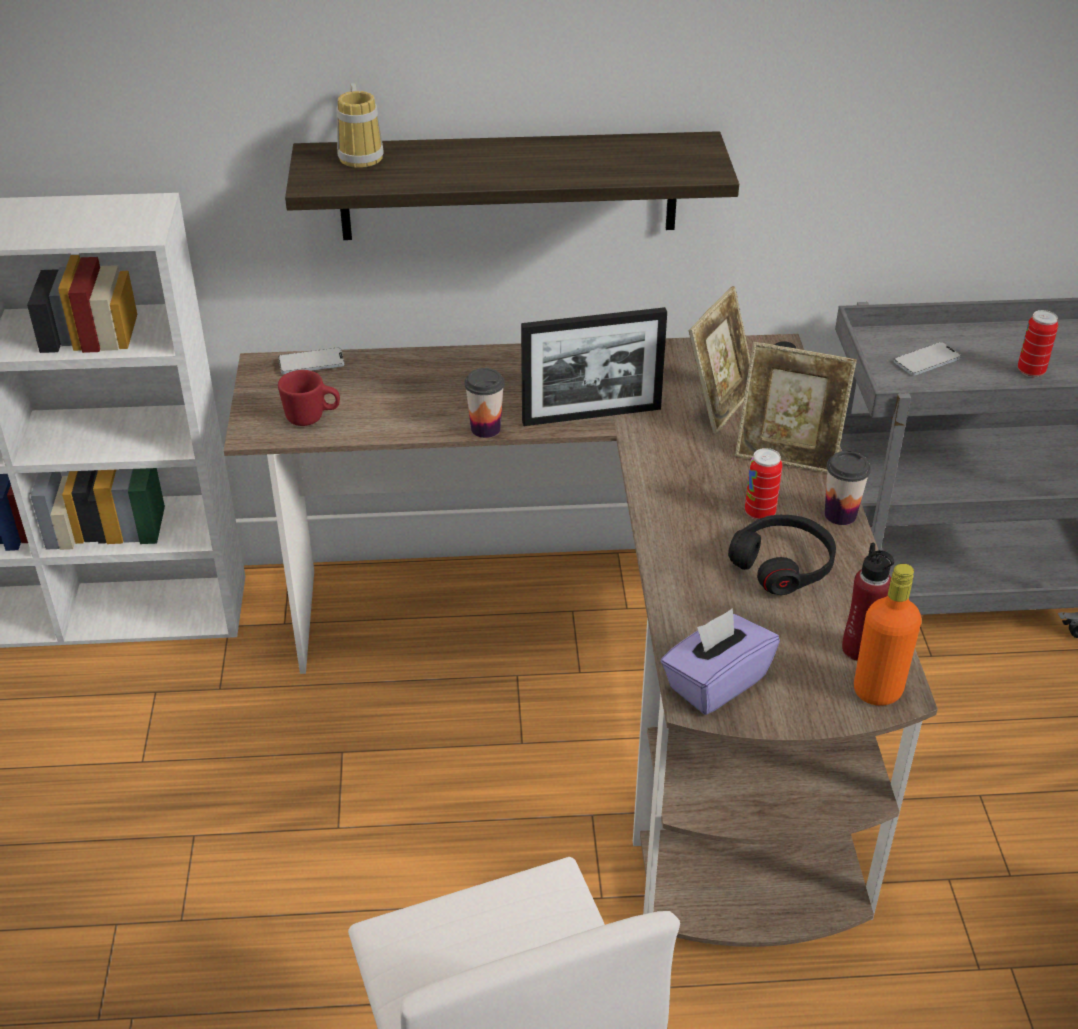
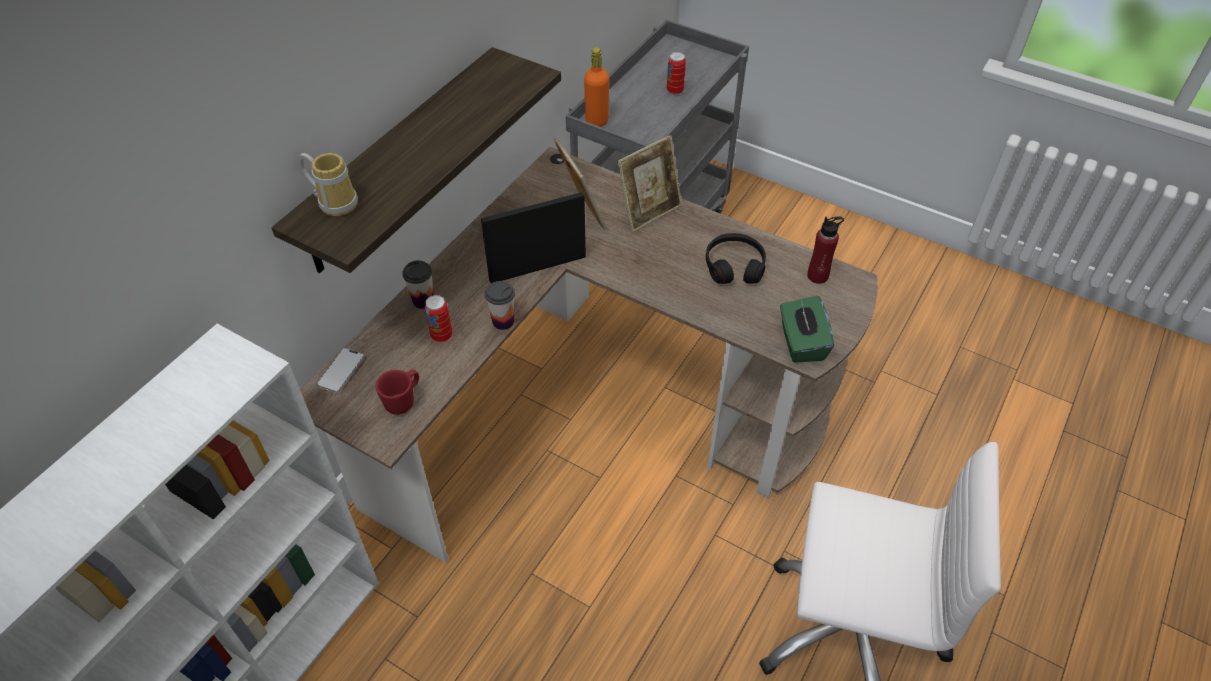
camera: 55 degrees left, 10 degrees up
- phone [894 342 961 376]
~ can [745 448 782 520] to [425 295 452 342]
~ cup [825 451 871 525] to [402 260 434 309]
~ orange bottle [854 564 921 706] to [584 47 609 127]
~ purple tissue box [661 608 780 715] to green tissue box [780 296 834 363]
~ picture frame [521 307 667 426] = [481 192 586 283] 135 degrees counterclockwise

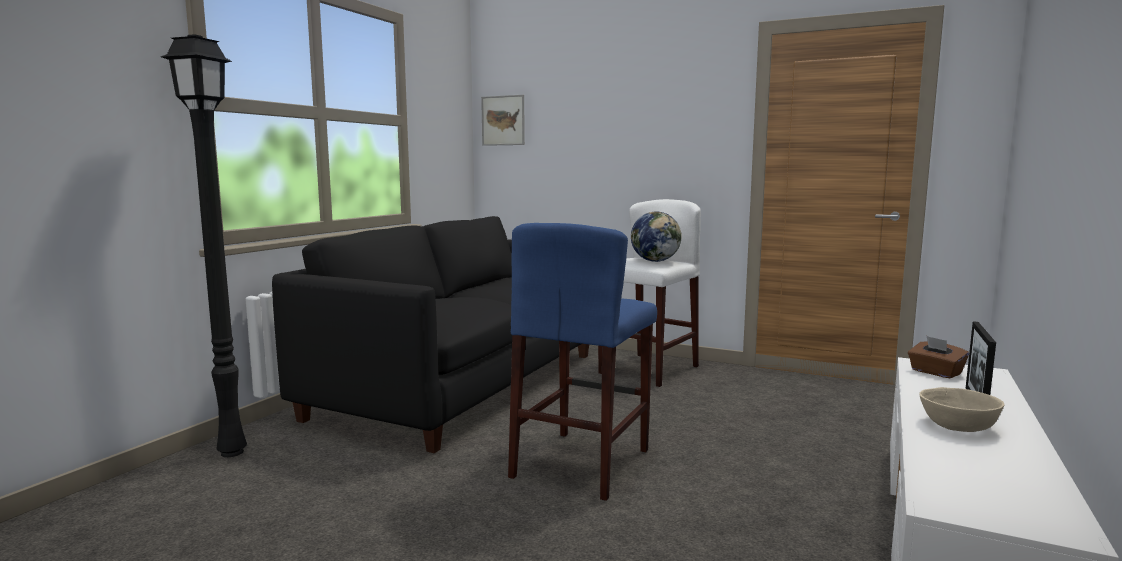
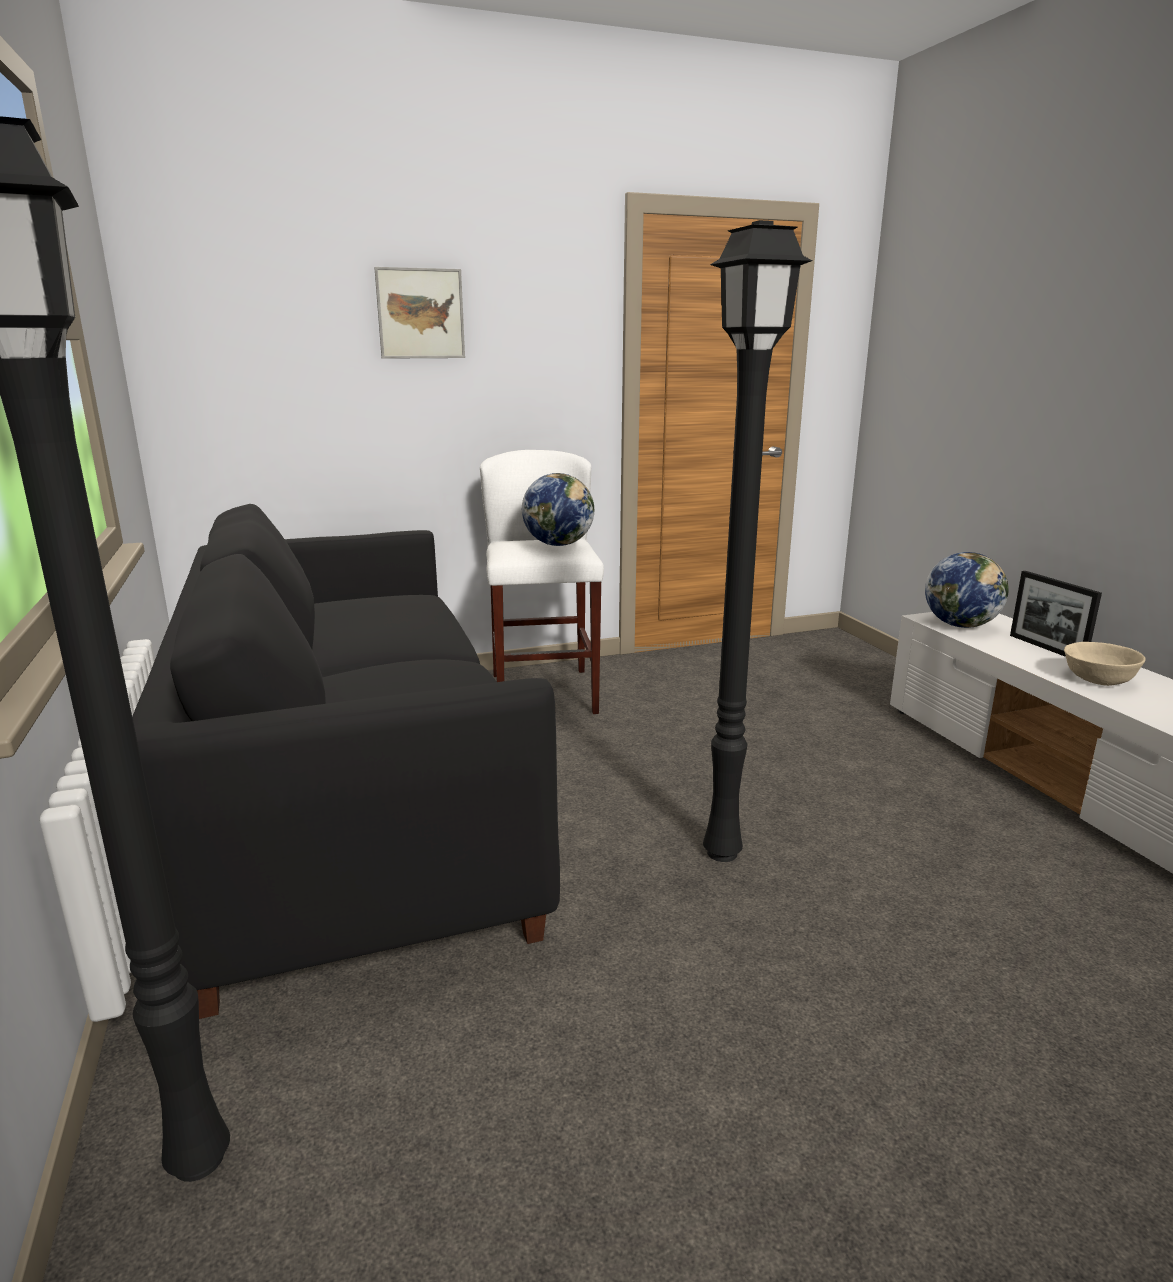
camera: 45 degrees left, 10 degrees up
~ picture [481 95 525 146] to [374 267 465 359]
~ blue stool [508 223 657 501] to black floor lamp [703 220 813 862]
~ brown tissue box [908 336 969 378] to globe [925 552 1009 628]

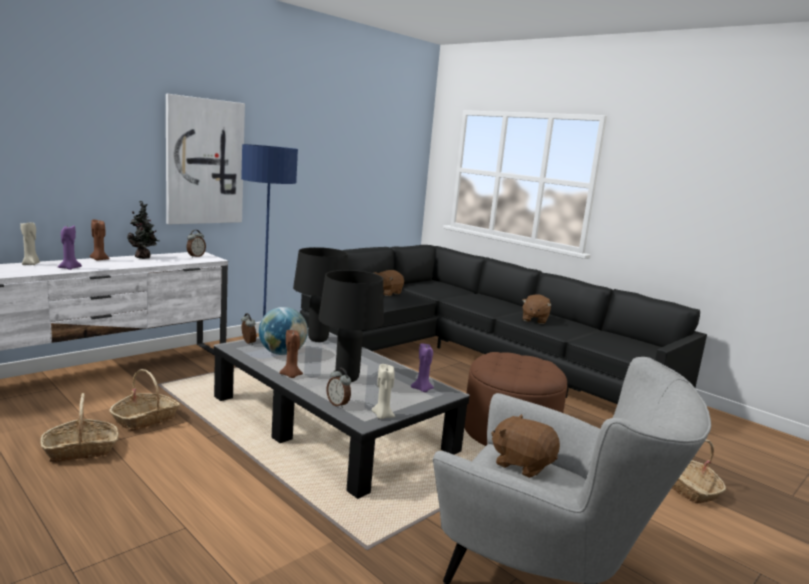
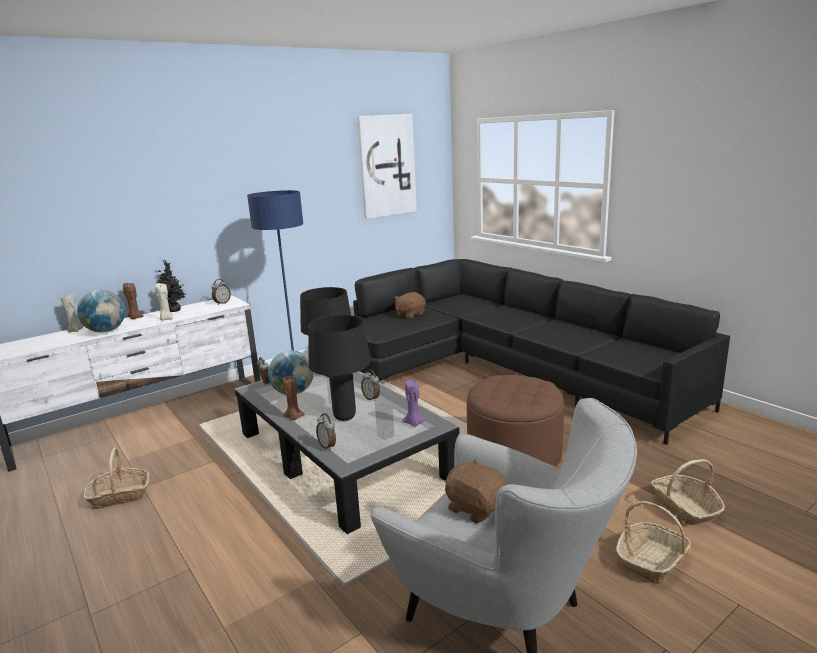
camera: 10 degrees right, 5 degrees up
- brown plush toy [522 294 551 324]
+ alarm clock [361 370 380 401]
~ basket [110 369 180 432] to [616 501 691 584]
~ picture [166 94 245 224] to [357 114 417 219]
~ beige candle [372 364 395 419] to [155 283 173 321]
~ purple candle [58 225 82 270] to globe [77 290 125 333]

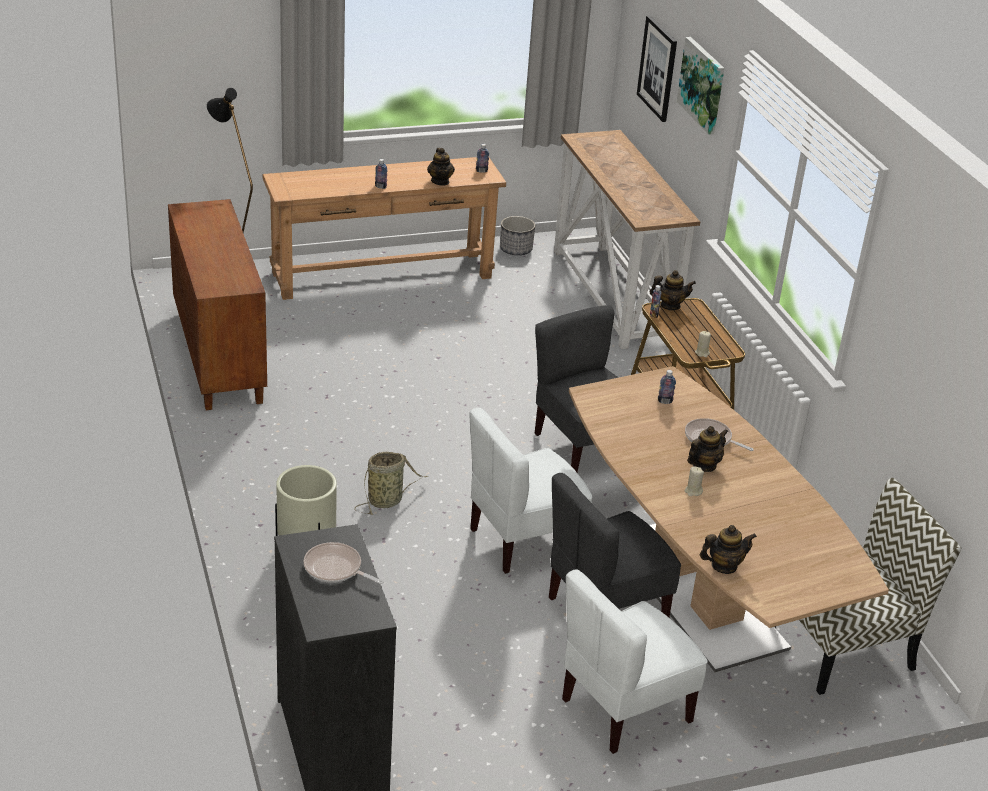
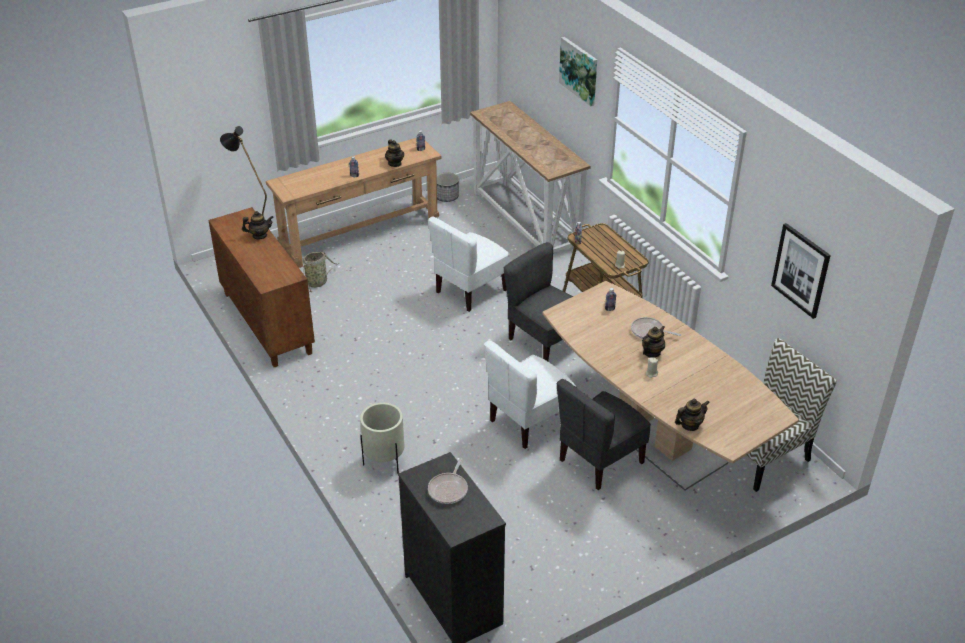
camera: 10 degrees left, 5 degrees up
~ basket [354 452 429 515] to [303 252 340 292]
~ white chair [562 569 708 754] to [428 216 510 312]
~ picture [637 16 677 122] to [771 223 831 319]
~ teapot [650 270 696 310] to [242 211 274 240]
~ frying pan [304 542 383 584] = [428 458 468 504] 90 degrees counterclockwise

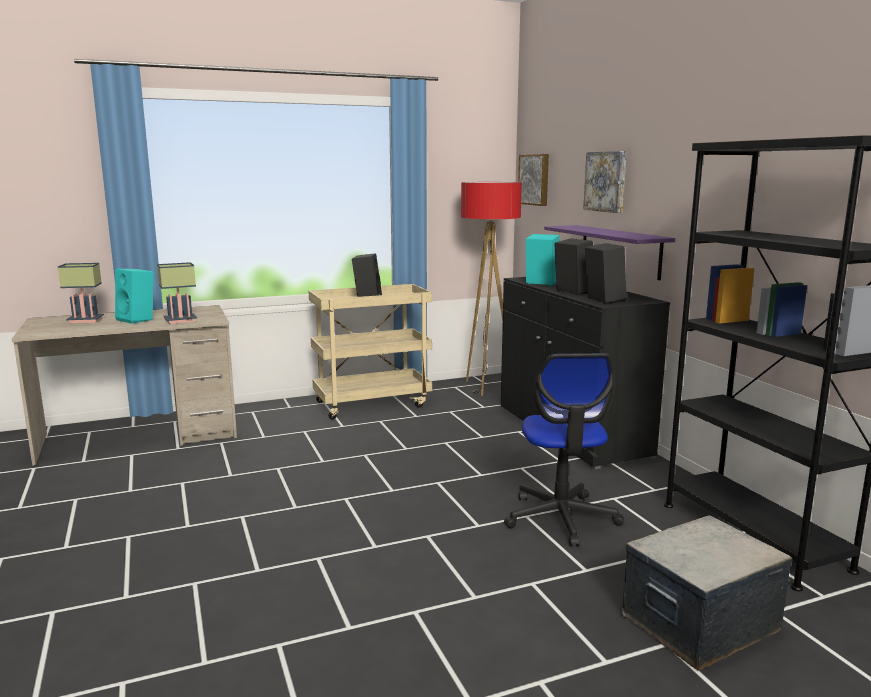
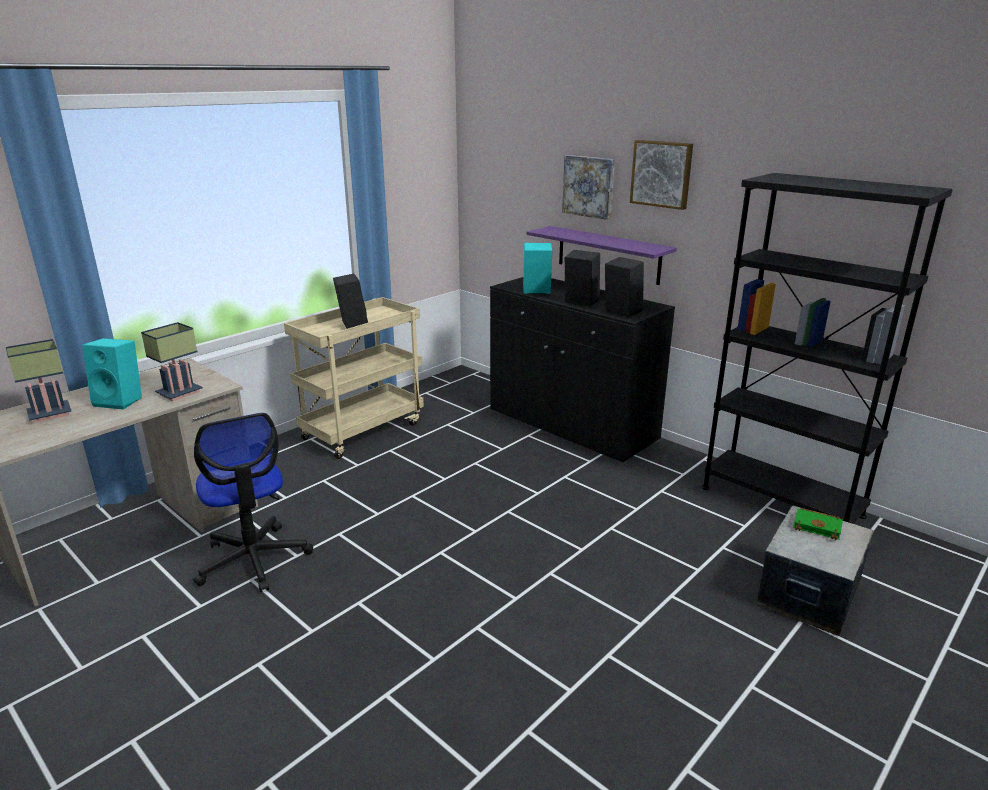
camera: 25 degrees left, 10 degrees up
- floor lamp [461 182 522 396]
+ green book [793 508 843 540]
~ office chair [504 353 624 547] to [193 413 313 592]
~ picture [518 154 549 206] to [630 140 693 210]

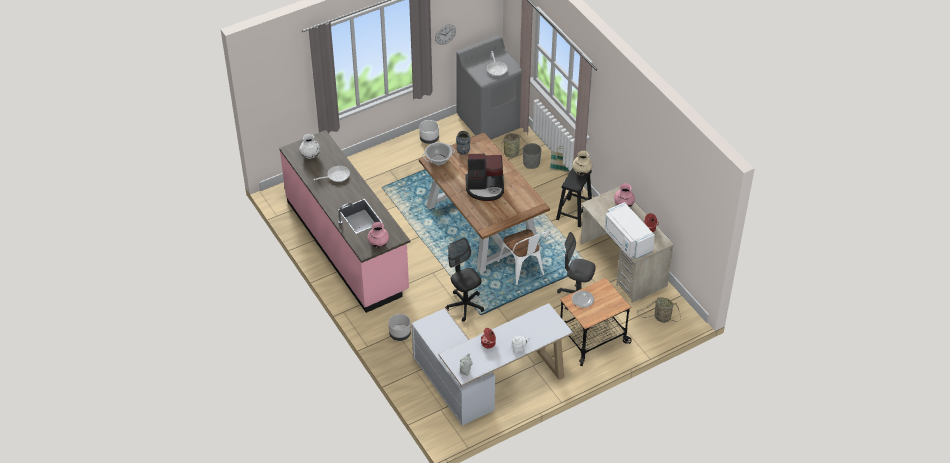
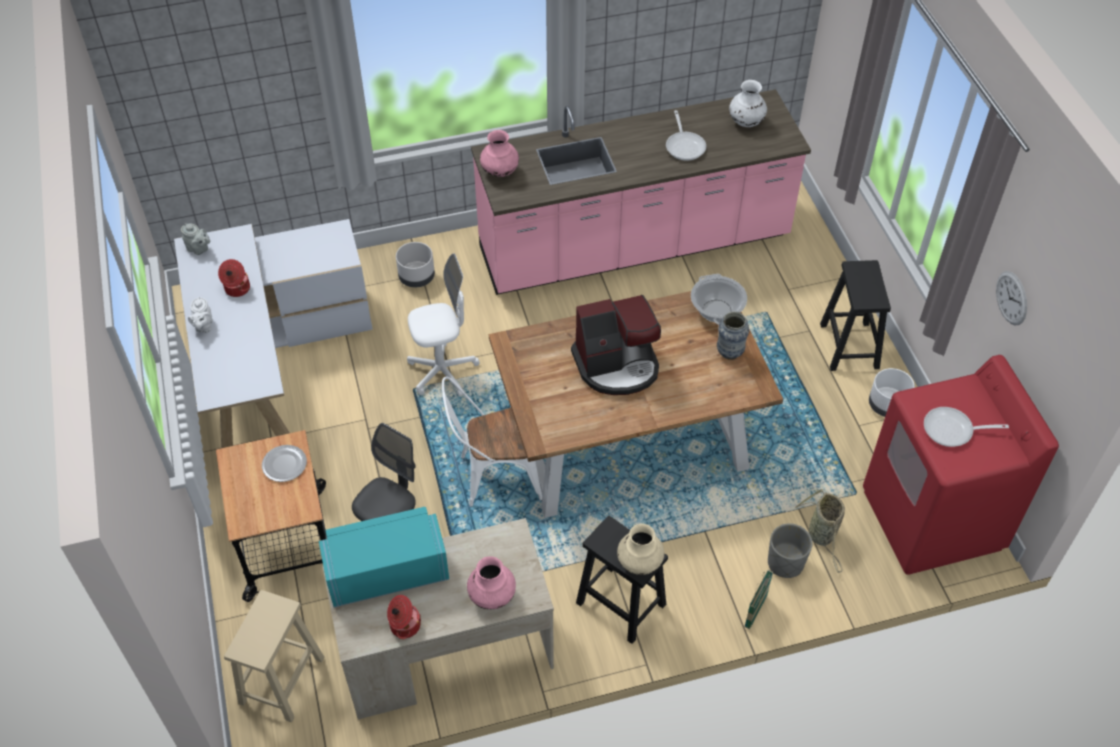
camera: 105 degrees right, 5 degrees up
+ black stool [820 260 891 371]
~ basket [637 297 681 323] to beige stool [224 590 324 723]
~ black office chair [445 237 484 322] to white office chair [407 253 480 397]
~ grey washing machine [456 36 521 140] to red washing machine [863 355 1059 575]
~ white microwave [604 202 655 259] to turquoise microwave [319 507 449 607]
~ coffee machine [465 154 504 201] = [571 295 661 395] 120 degrees counterclockwise

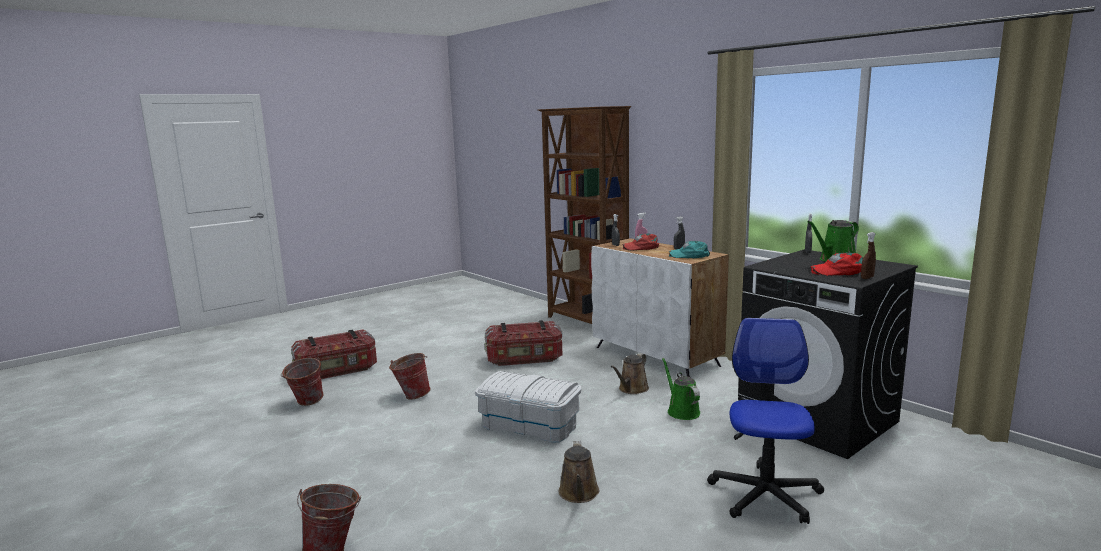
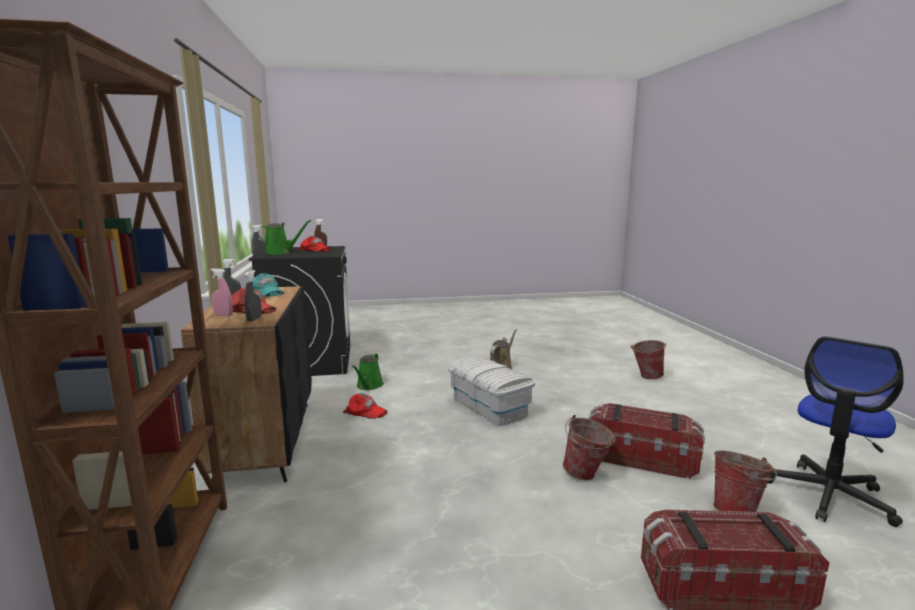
camera: 150 degrees left, 0 degrees up
~ storage box [485 320 562 366] to [589 403 705 479]
~ office chair [707 318 824 524] to [768 336 904 527]
~ brown watering can [611 353 649 394] to red cap [343 394 387 419]
~ white cabinet [591 238 729 377] to black cabinet [181 286 312 482]

